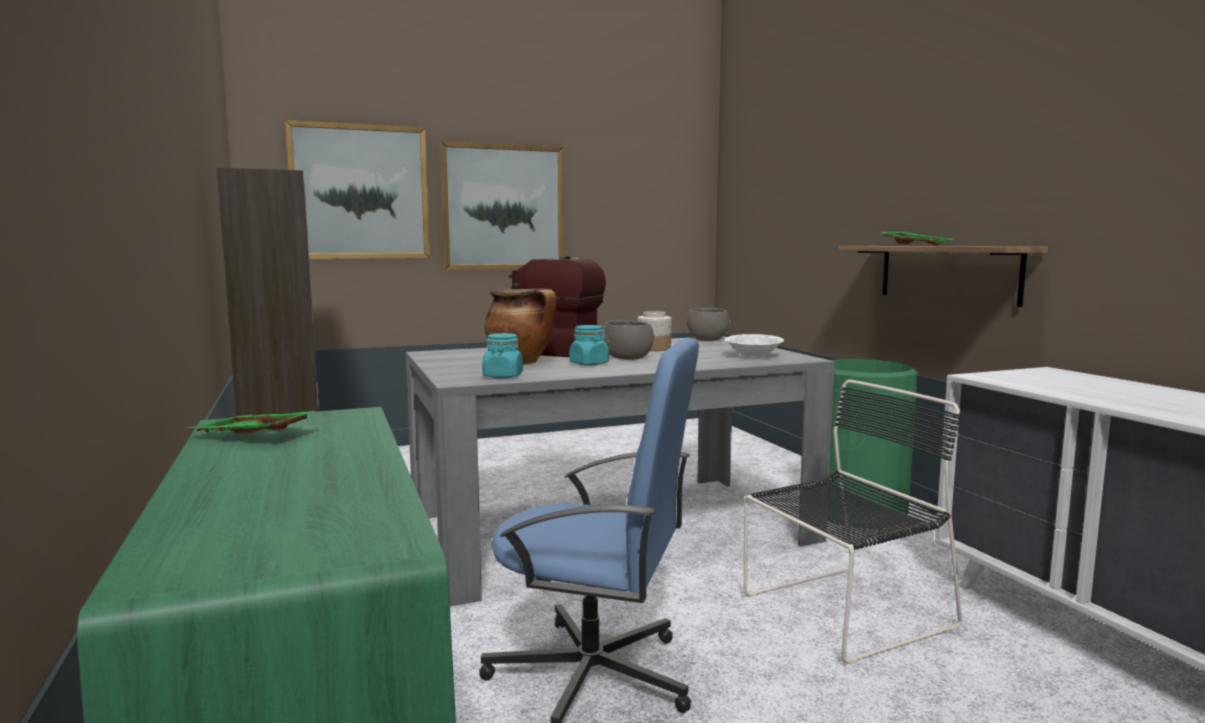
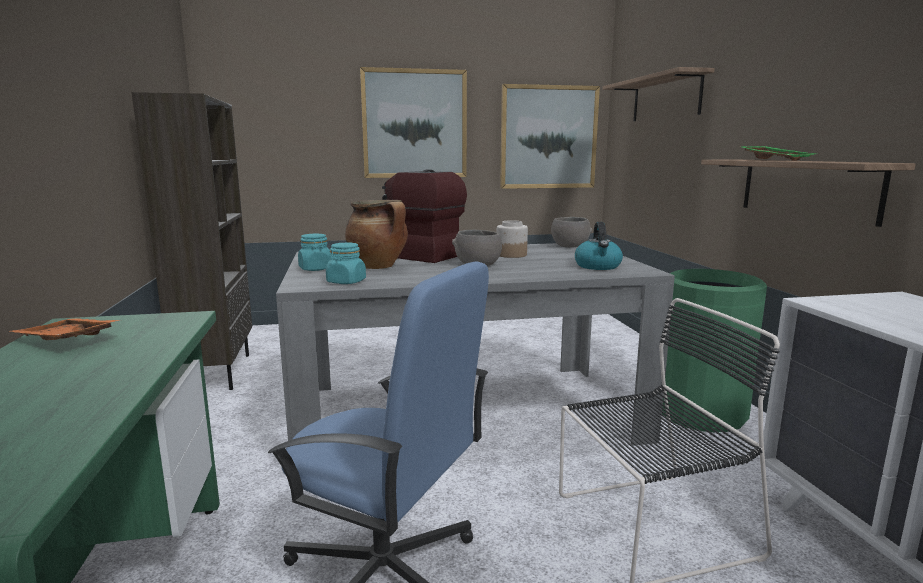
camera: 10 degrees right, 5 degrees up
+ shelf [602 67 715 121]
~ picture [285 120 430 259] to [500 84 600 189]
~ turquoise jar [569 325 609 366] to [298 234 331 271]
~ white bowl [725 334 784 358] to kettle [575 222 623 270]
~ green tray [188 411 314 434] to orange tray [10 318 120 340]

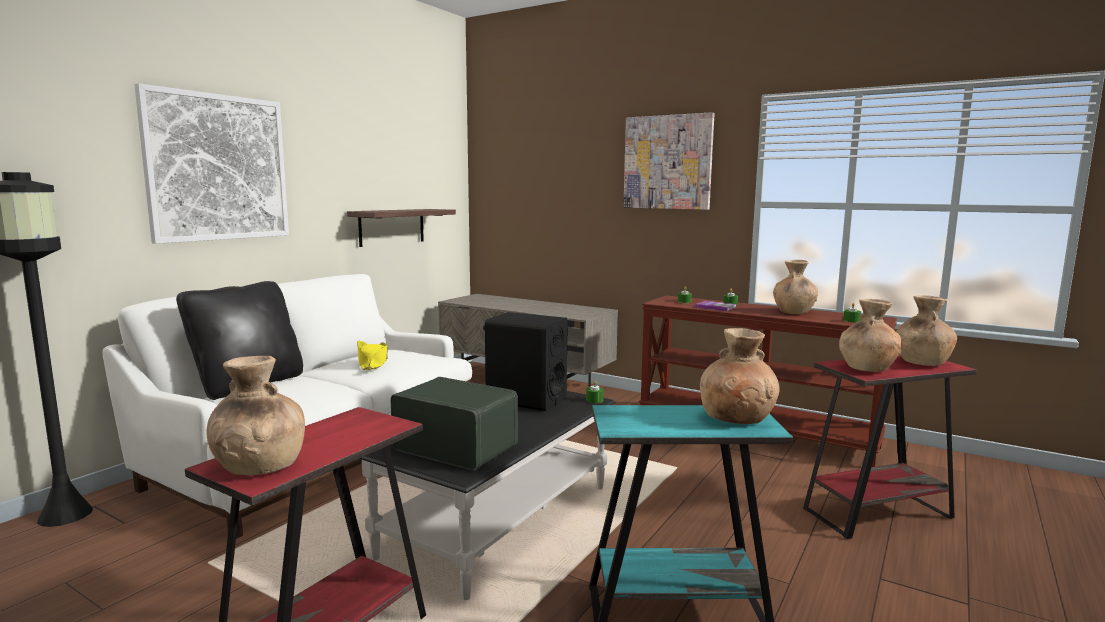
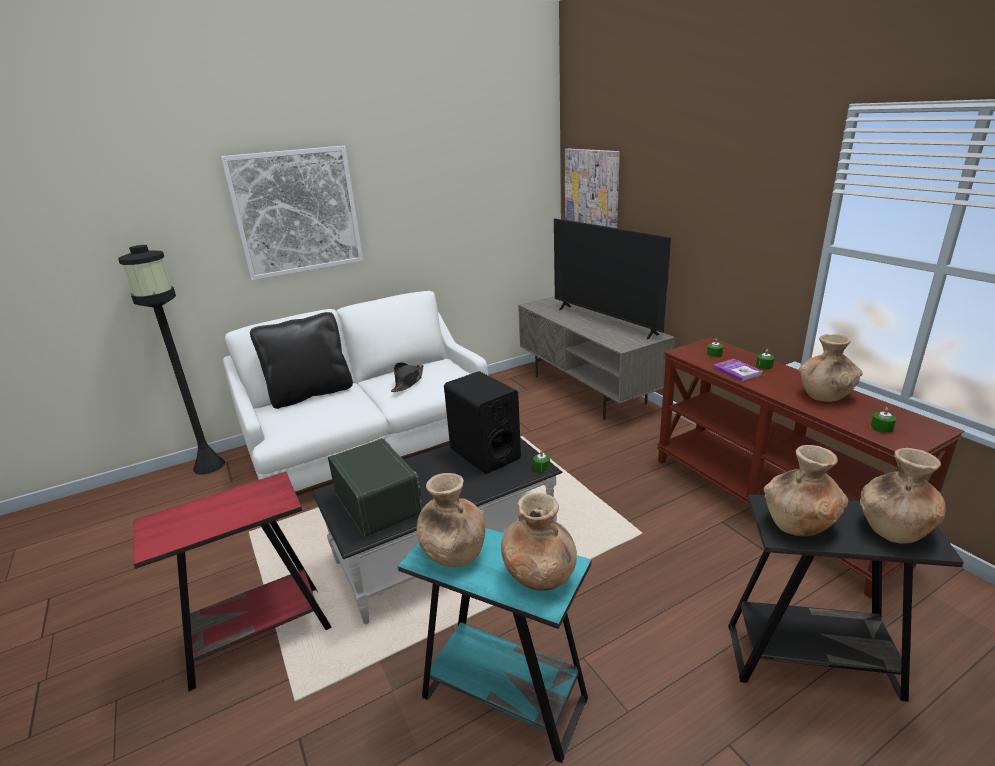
camera: 30 degrees right, 15 degrees up
- shelf [347 209 456 247]
+ television [554 219 671 339]
~ brown vase [206 356 305 475] to [417 473 485 567]
~ picture [623 112 715 210] to [565 149 620 228]
~ yellow hat [357 341 388 370] to black hat [391 362 424 392]
~ red side table [803 355 977 539] to black side table [728 494 964 702]

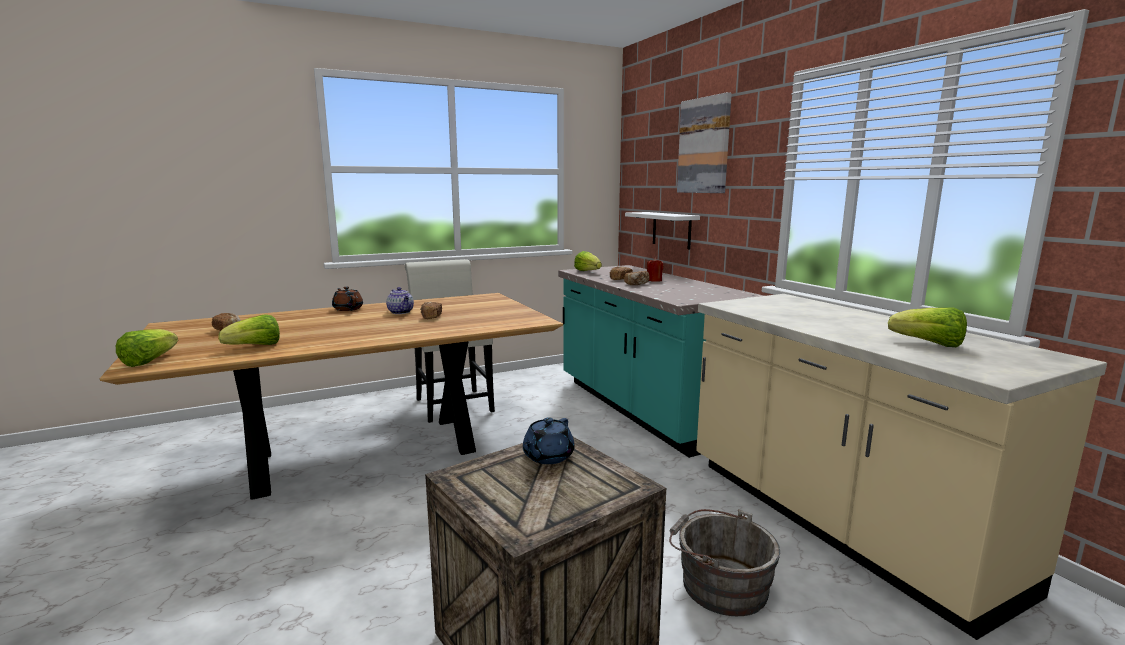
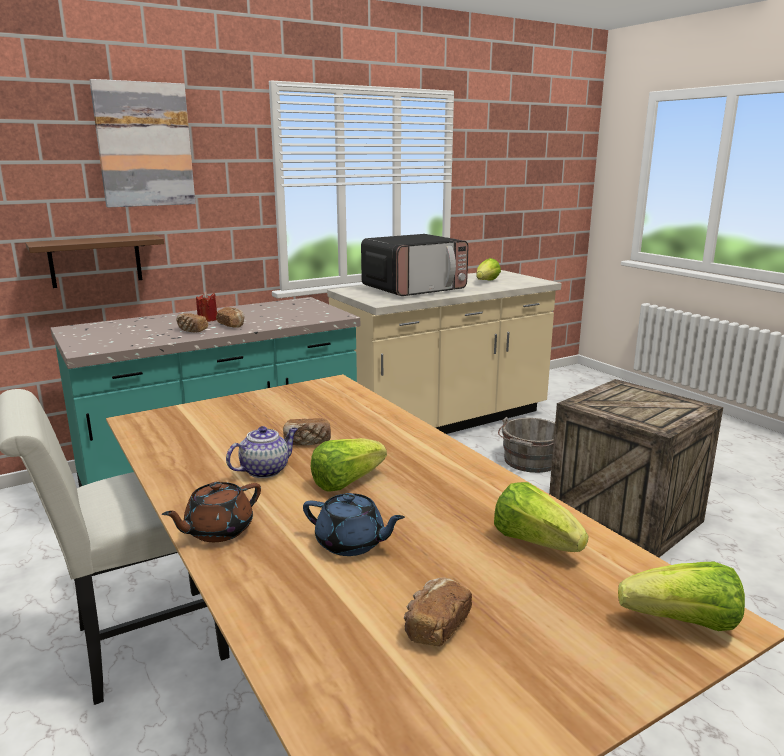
camera: 95 degrees left, 5 degrees up
+ microwave [361 234 469 296]
~ blue teapot [523 417 575 464] to [303 493 405 556]
~ lettuce [574 251 602 271] to [311 438 387 491]
~ white shelf [625 212 700 249] to brown shelf [25 235 164 288]

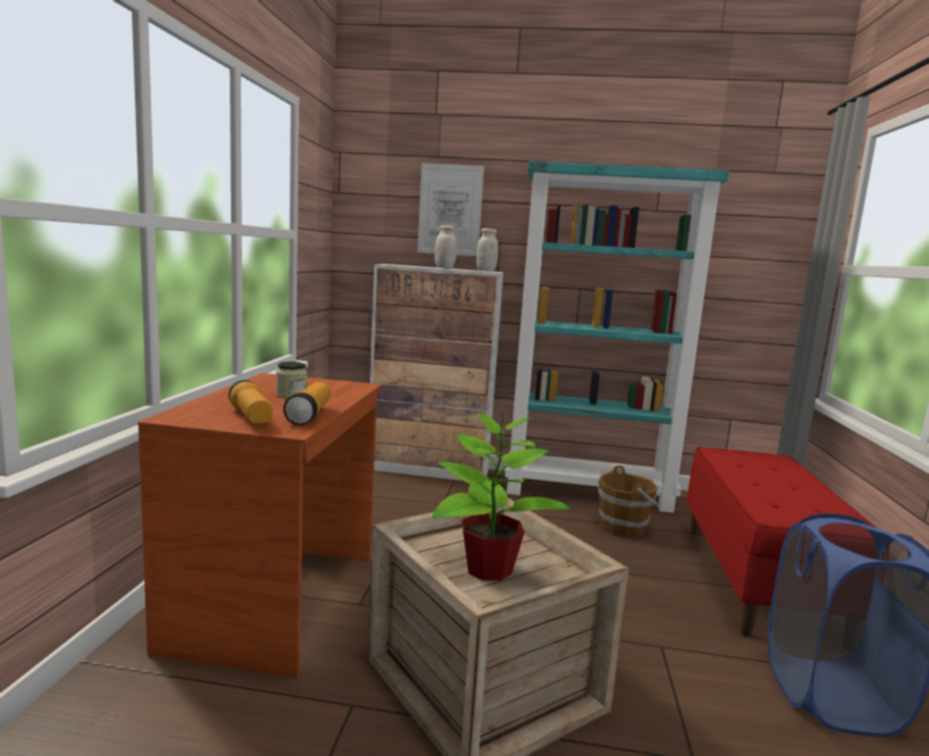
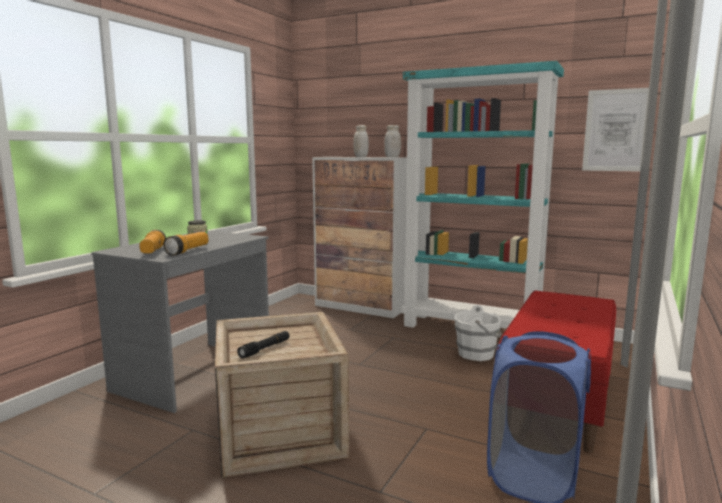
camera: 20 degrees right, 0 degrees up
~ picture [417 163 484 256] to [582 88 649 172]
~ potted plant [432 410 570 581] to black flashlight [237 331 289 358]
~ brown desk [138 373 382 678] to grey desk [91 231 269 413]
~ brown bucket [598 465 658 537] to white bucket [455 305 502 361]

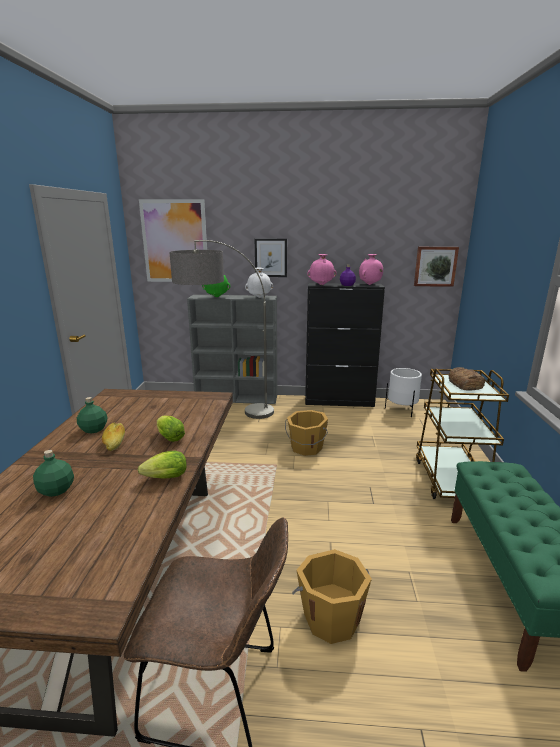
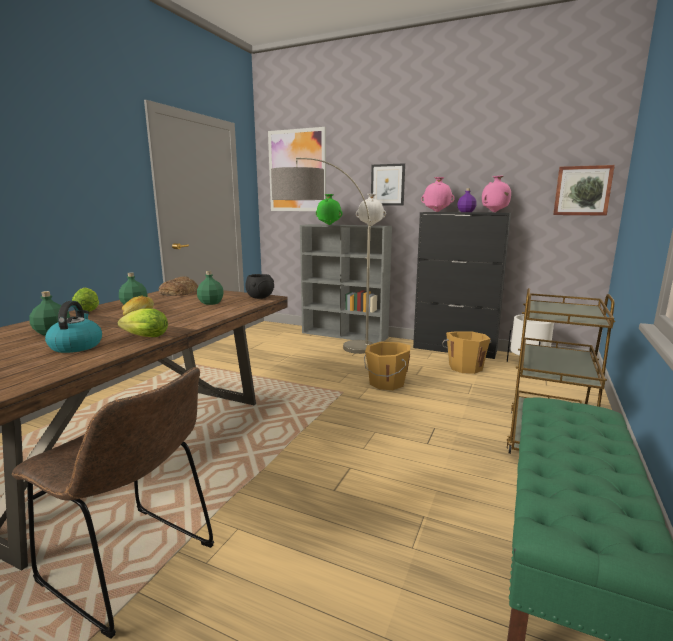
camera: 20 degrees right, 5 degrees down
+ kettle [45 301 102 353]
+ green bottle [197 271 224 305]
+ black bowl [245 274 274 299]
~ lettuce [157 415 185 442] to [72 287 99 312]
~ orange bucket [292 549 372 644] to [442 331 491 374]
~ bread [448 367 485 390] to [159 276 198 296]

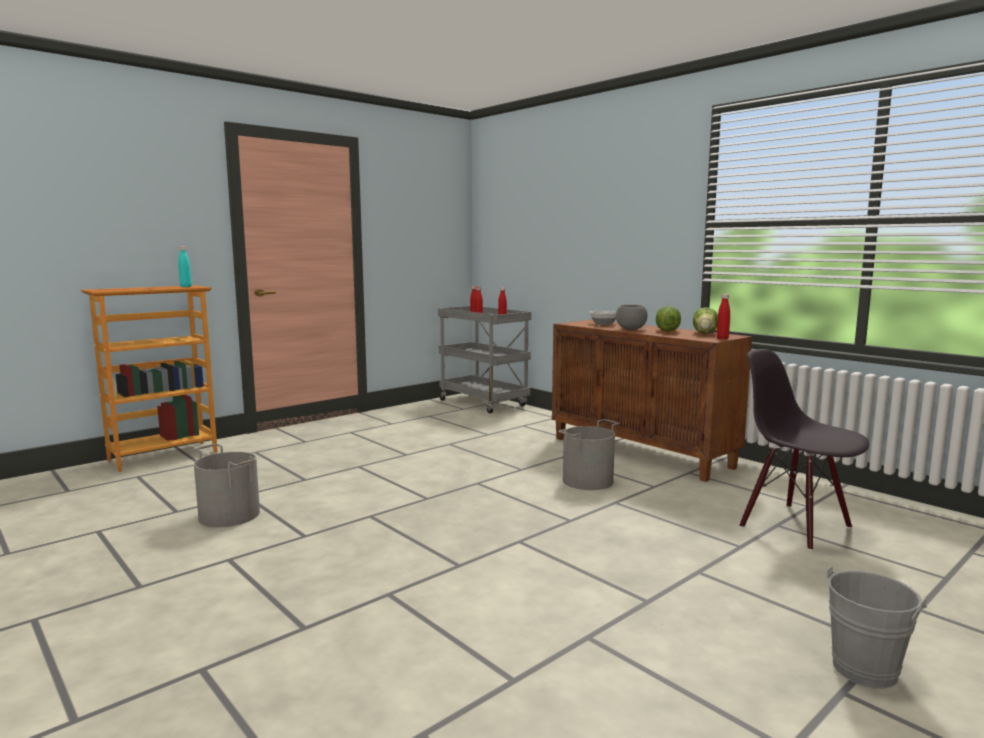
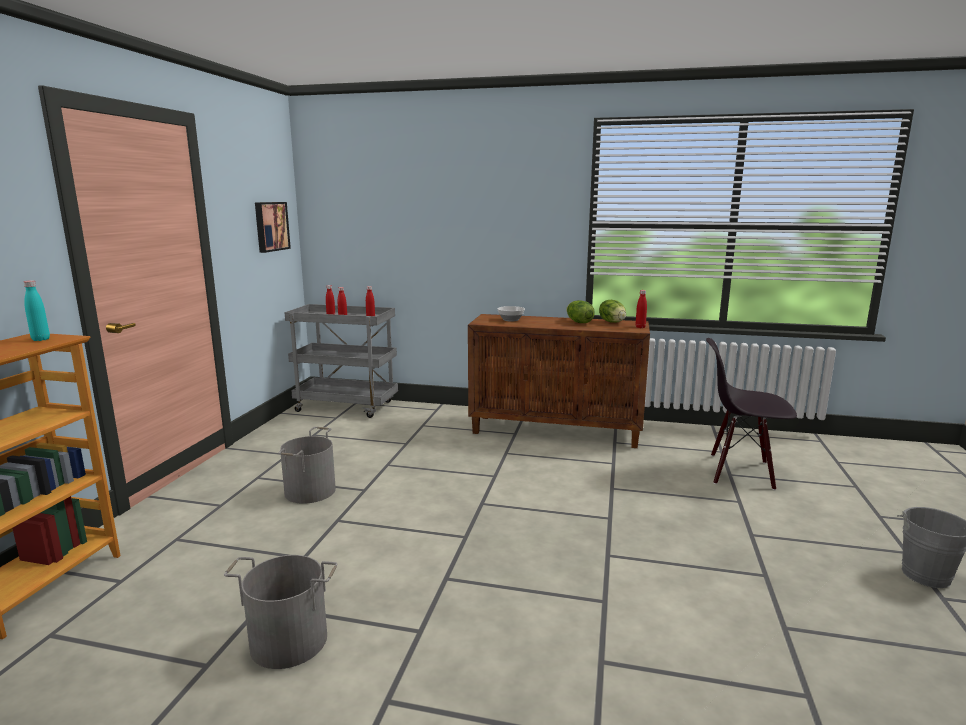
camera: 35 degrees left, 5 degrees up
- grey bowl [616 305 648 330]
+ picture [255 202 291 253]
~ grey bucket [558 419 619 490] to [278 427 336 504]

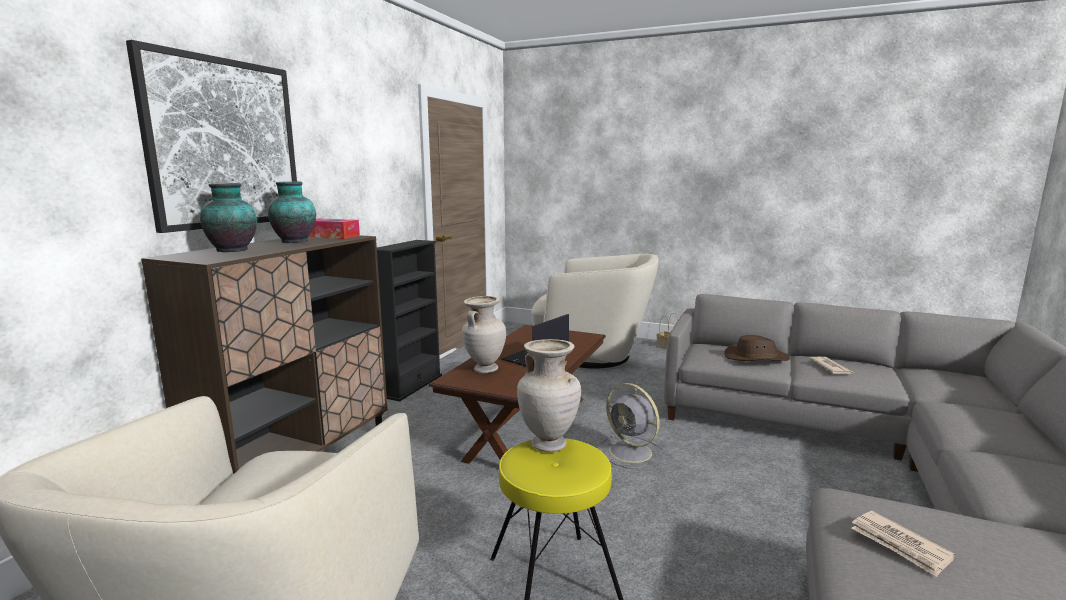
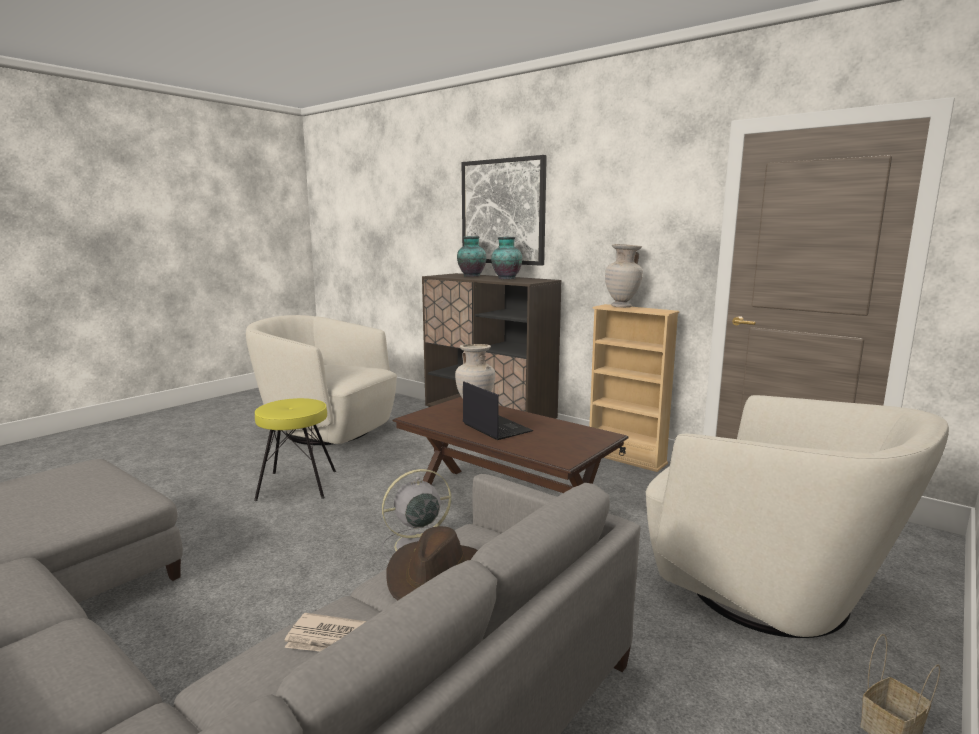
camera: 105 degrees right, 0 degrees up
- tissue box [308 219 360 239]
- newspaper [851 511 955 577]
~ beige vase [517 339 581 452] to [605 244 643 308]
~ black bookcase [377 240 442 401] to beige bookcase [589 304 680 472]
~ beige armchair [531 254 659 369] = [646 395 949 638] 75 degrees counterclockwise

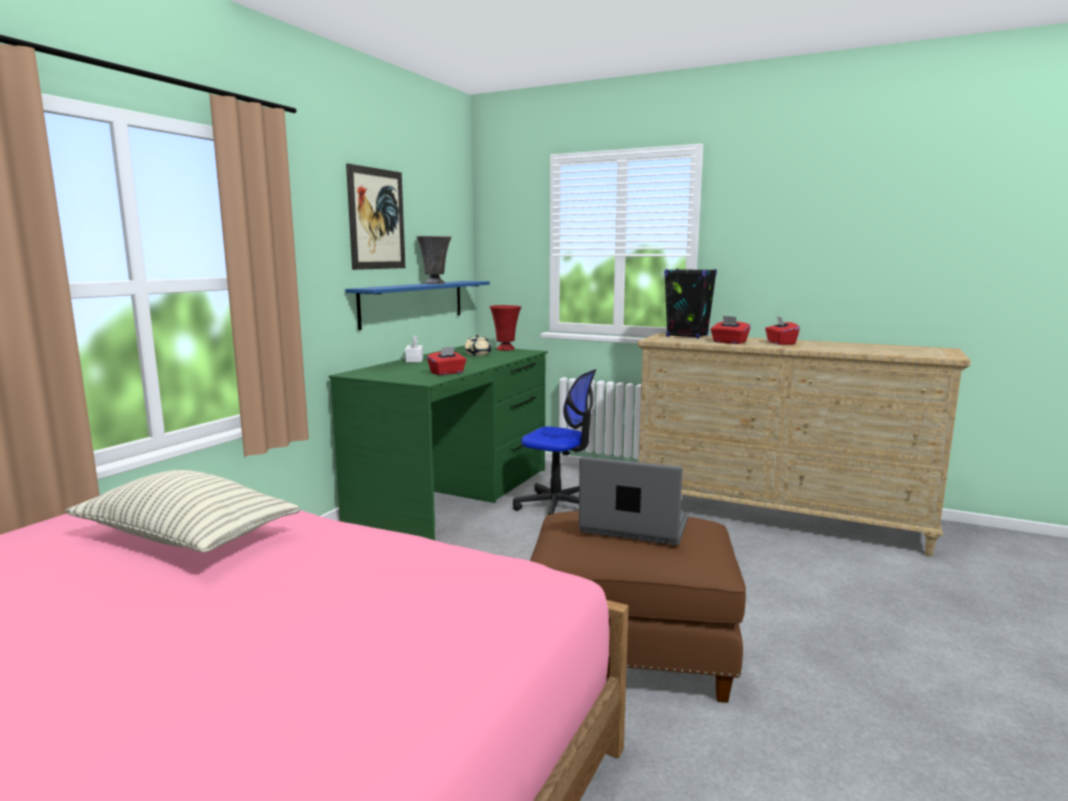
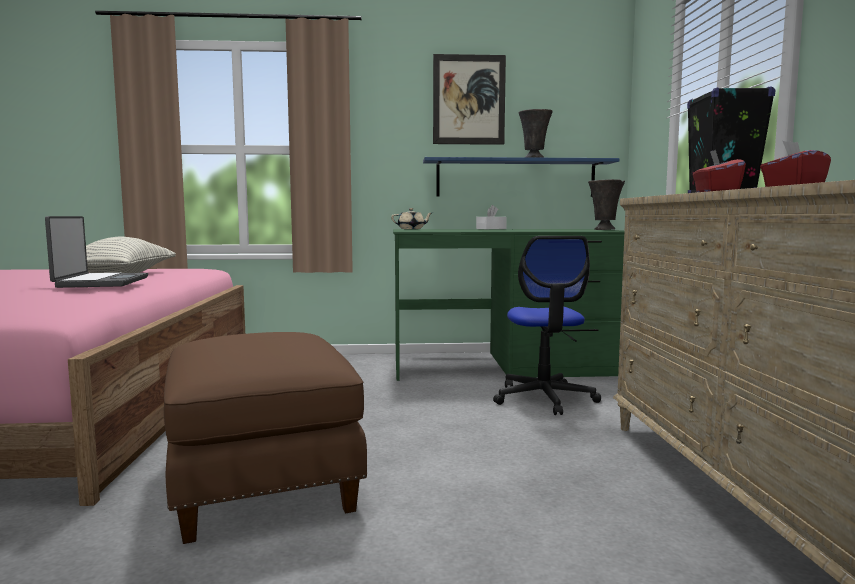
camera: 60 degrees right, 5 degrees down
- red tissue box [427 346 466 375]
~ beige teapot [465 334 491 356] to [391 208 432 229]
~ laptop [579 457 688 545] to [45 216 148 288]
~ red vase [490 305 521 351] to grey vase [588 179 625 230]

